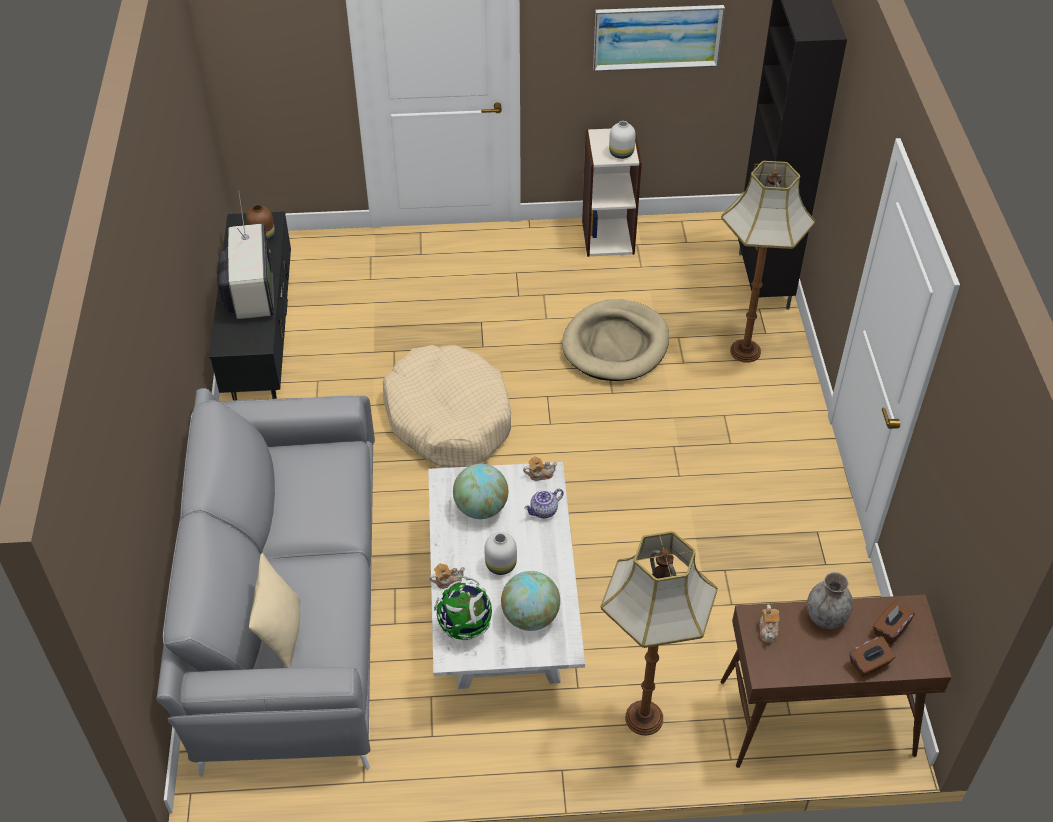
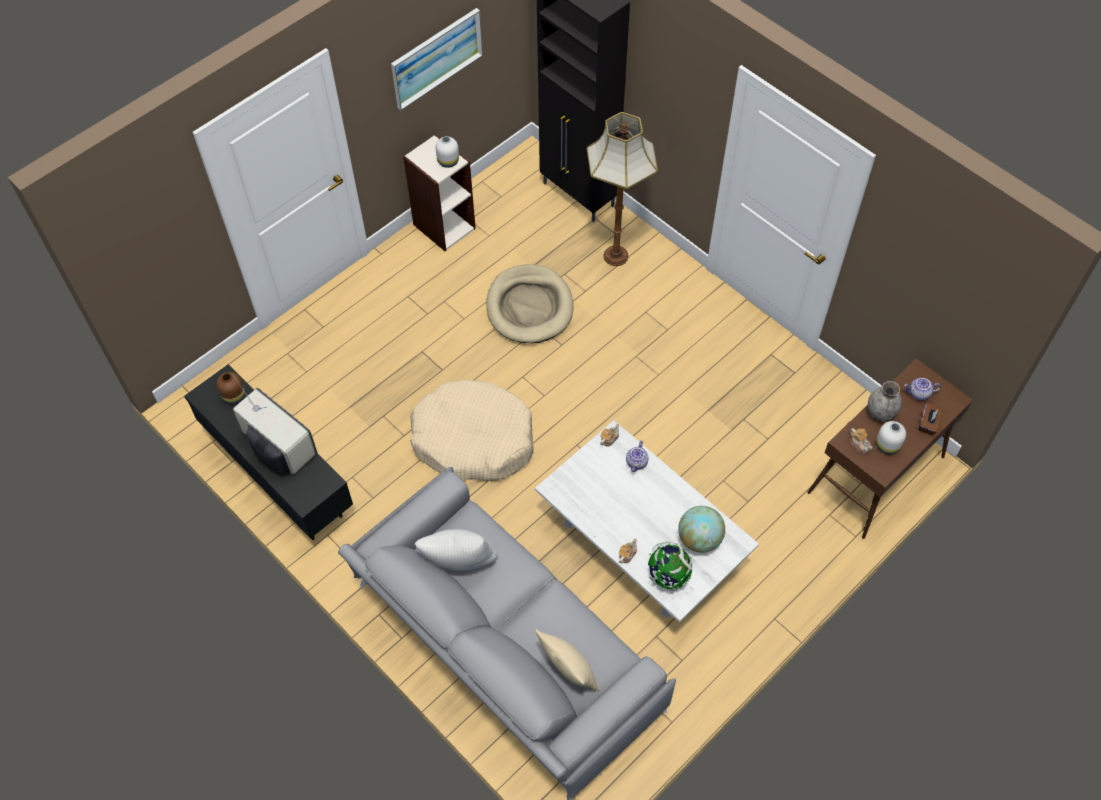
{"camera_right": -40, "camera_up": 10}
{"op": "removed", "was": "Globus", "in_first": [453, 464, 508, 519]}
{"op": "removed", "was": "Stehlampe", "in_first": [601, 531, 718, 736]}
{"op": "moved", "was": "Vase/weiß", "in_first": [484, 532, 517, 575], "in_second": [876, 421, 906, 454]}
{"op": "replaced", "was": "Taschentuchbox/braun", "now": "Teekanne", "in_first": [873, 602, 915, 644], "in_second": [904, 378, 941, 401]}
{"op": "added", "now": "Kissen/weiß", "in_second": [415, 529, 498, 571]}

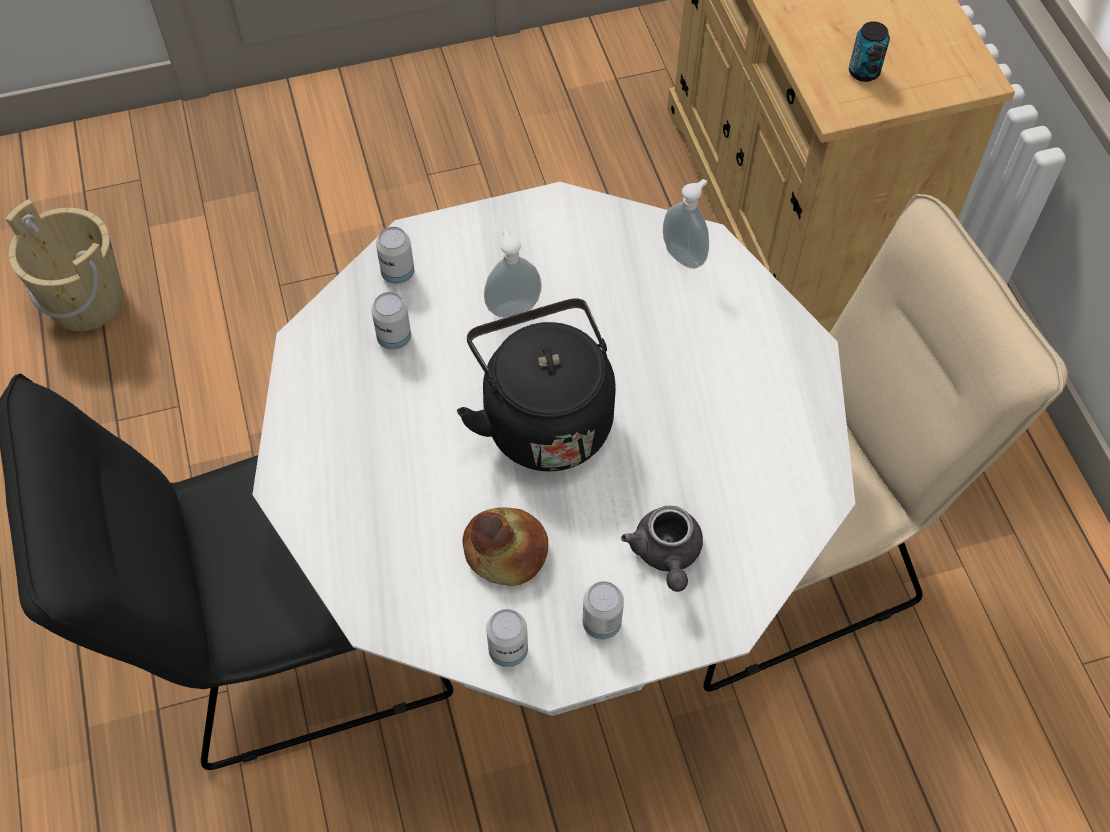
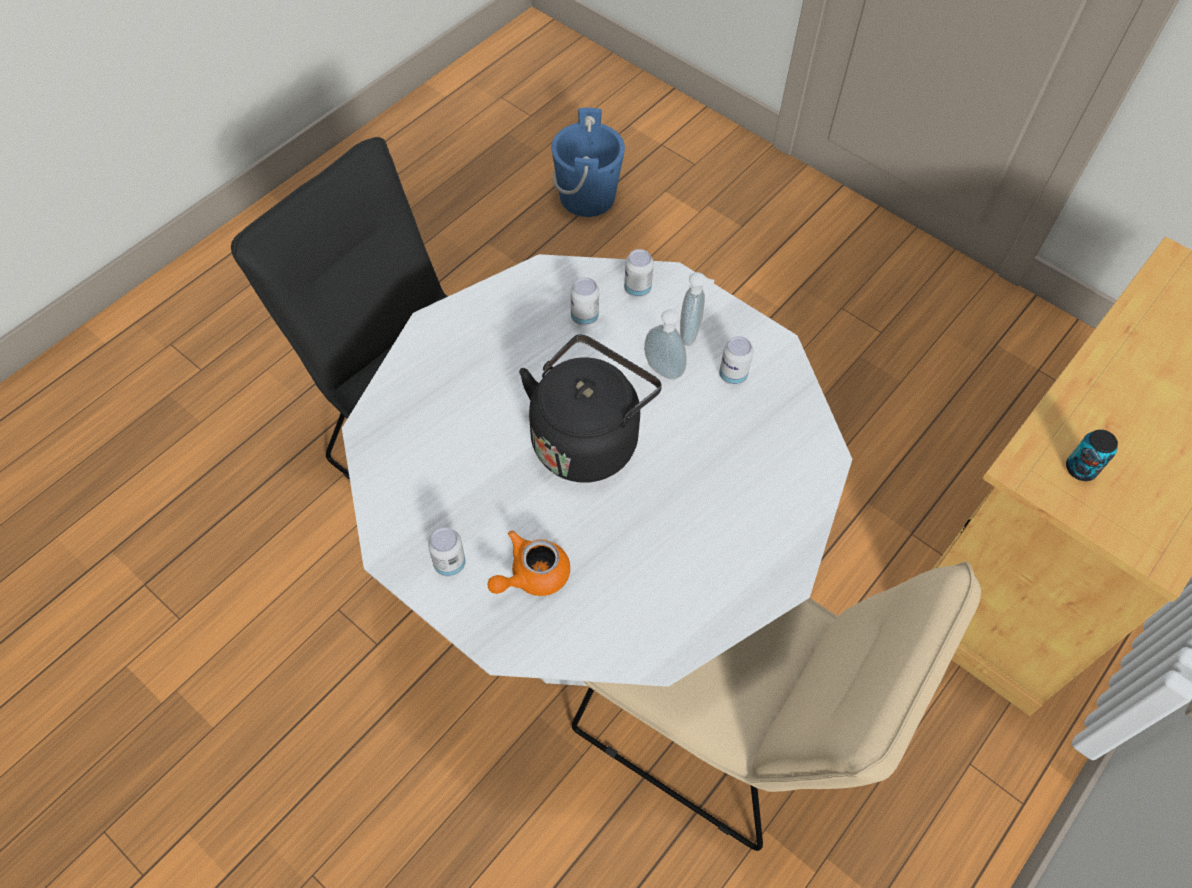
{"camera_right": 55, "camera_up": 0}
{"op": "moved", "was": "Seifenspender", "in_first": [663, 179, 709, 269], "in_second": [680, 272, 714, 346]}
{"op": "recoloured", "was": "Eimer/beige", "now": "Eimer/blau", "in_first": [5, 199, 124, 331], "in_second": [551, 108, 625, 217]}
{"op": "recoloured", "was": "Teekanne/grau", "now": "Teekanne/orange", "in_first": [621, 506, 703, 592], "in_second": [488, 530, 570, 596]}
{"op": "removed", "was": "Brot", "in_first": [463, 507, 548, 586]}
{"op": "moved", "was": "Dose", "in_first": [486, 609, 528, 667], "in_second": [719, 336, 753, 385]}

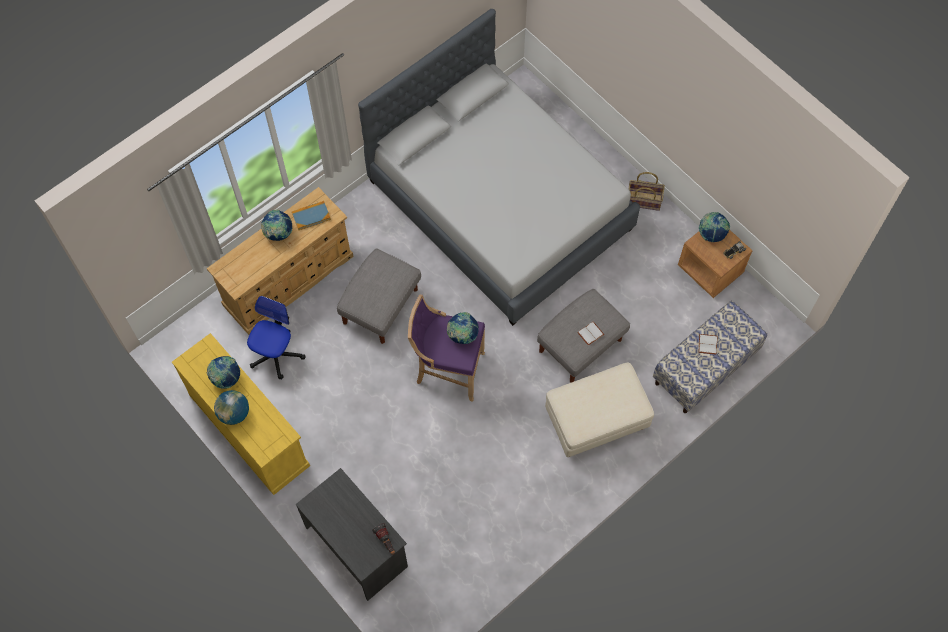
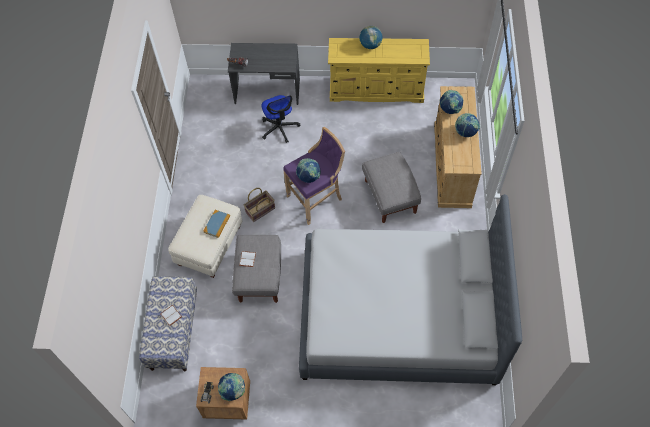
{"camera_right": 135, "camera_up": -5}
{"op": "moved", "was": "Korb", "in_first": [629, 172, 665, 211], "in_second": [244, 188, 275, 222]}
{"op": "moved", "was": "Buch", "in_first": [292, 201, 331, 230], "in_second": [204, 210, 230, 238]}
{"op": "moved", "was": "Bürostuhl", "in_first": [247, 296, 306, 380], "in_second": [262, 95, 300, 143]}
{"op": "moved", "was": "Globus", "in_first": [206, 356, 240, 389], "in_second": [440, 90, 464, 114]}

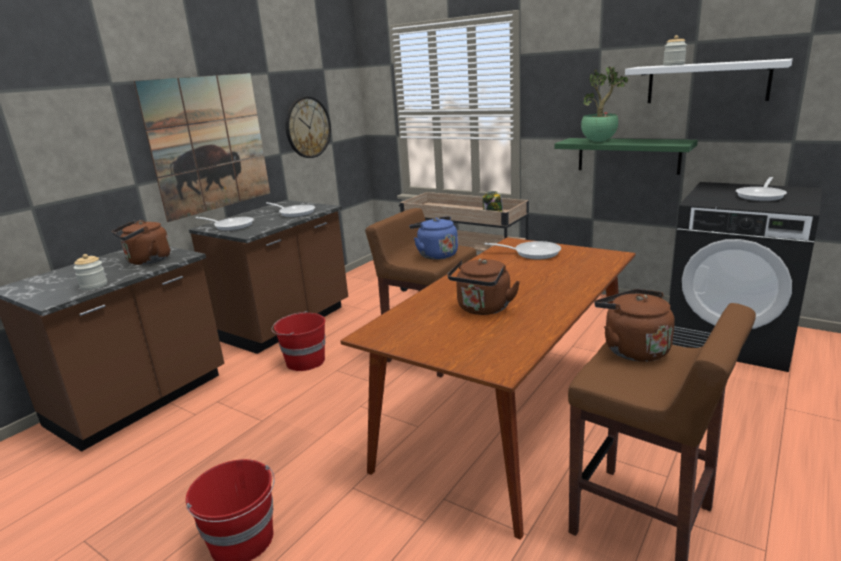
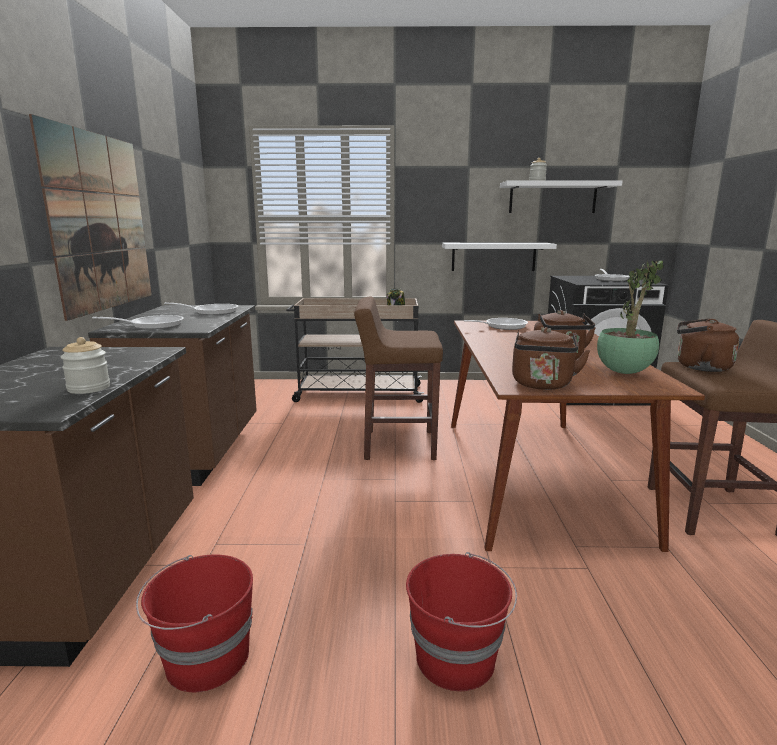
{"camera_right": -35, "camera_up": -5}
{"op": "moved", "was": "Topfpflanze", "in_first": [581, 66, 628, 142], "in_second": [597, 260, 664, 374]}
{"op": "removed", "was": "Wanduhr", "in_first": [286, 97, 331, 158]}
{"op": "recoloured", "was": "Wandregal/grün", "now": "Wandregal/weiß", "in_first": [554, 138, 698, 175], "in_second": [442, 243, 557, 271]}
{"op": "removed", "was": "Wasserkessel/blau", "in_first": [409, 216, 458, 260]}
{"op": "moved", "was": "Wasserkessel/braun", "in_first": [112, 220, 170, 265], "in_second": [512, 327, 590, 390]}
{"op": "moved", "was": "Eimer/rot", "in_first": [272, 311, 326, 371], "in_second": [136, 554, 253, 692]}

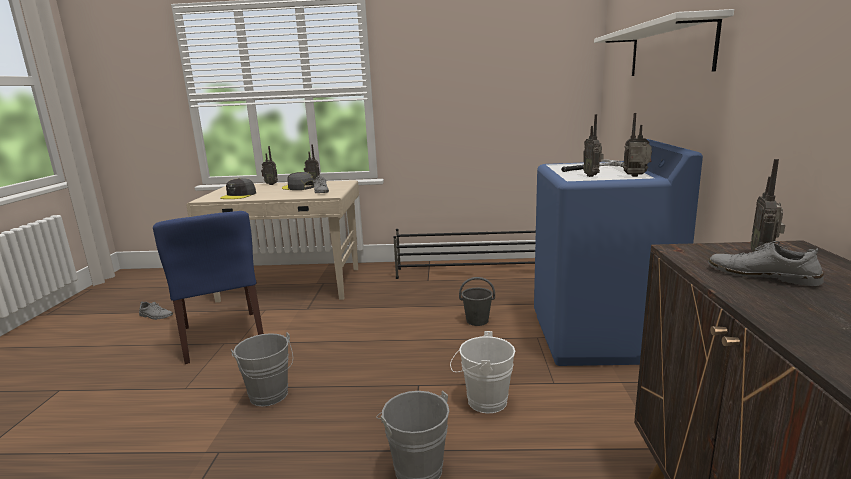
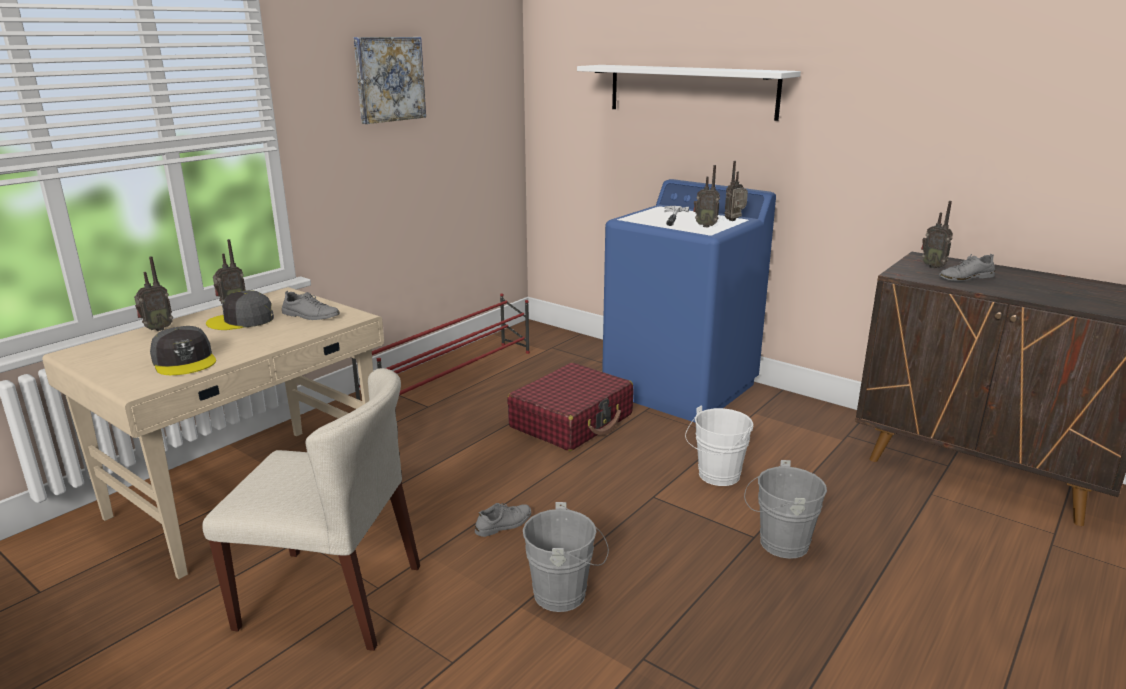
{"camera_right": -55, "camera_up": 5}
{"op": "recoloured", "was": "Stuhl/blau", "now": "Stuhl/beige", "in_first": [153, 211, 264, 364], "in_second": [202, 368, 420, 651]}
{"op": "recoloured", "was": "Schuhregal/schwarz", "now": "Schuhregal/rot", "in_first": [393, 229, 536, 279], "in_second": [352, 293, 530, 400]}
{"op": "replaced", "was": "Eimer/grau", "now": "Koffer/rot", "in_first": [459, 277, 495, 326], "in_second": [507, 363, 633, 451]}
{"op": "moved", "was": "Schuh/grau", "in_first": [139, 301, 173, 320], "in_second": [475, 503, 531, 537]}
{"op": "added", "now": "Bild", "in_second": [354, 37, 426, 124]}

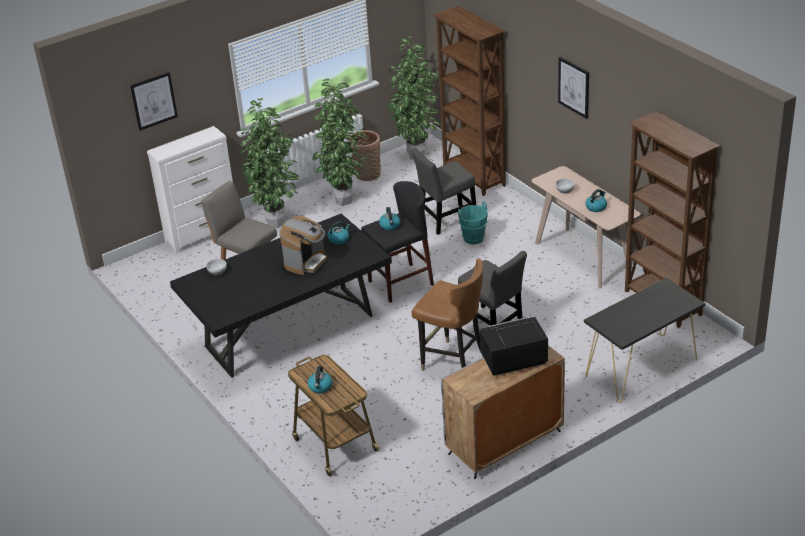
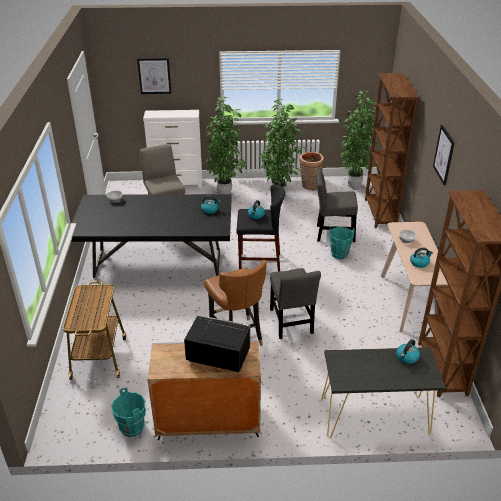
{"camera_right": 30, "camera_up": 0}
{"op": "removed", "was": "Kaffeemaschine", "in_first": [280, 216, 327, 275]}
{"op": "moved", "was": "Wasserkessel", "in_first": [308, 366, 333, 393], "in_second": [396, 339, 420, 364]}
{"op": "added", "now": "Eimer/türkis", "in_second": [111, 387, 146, 437]}

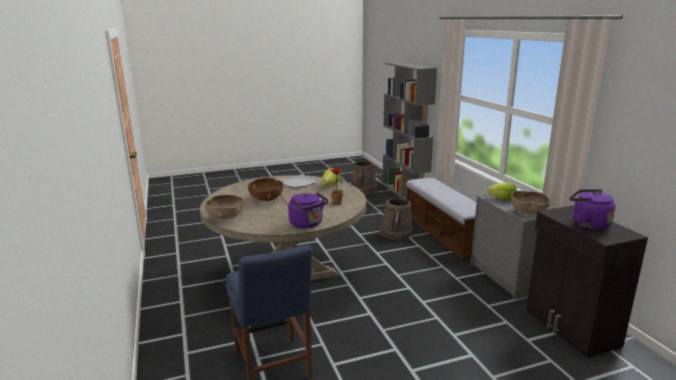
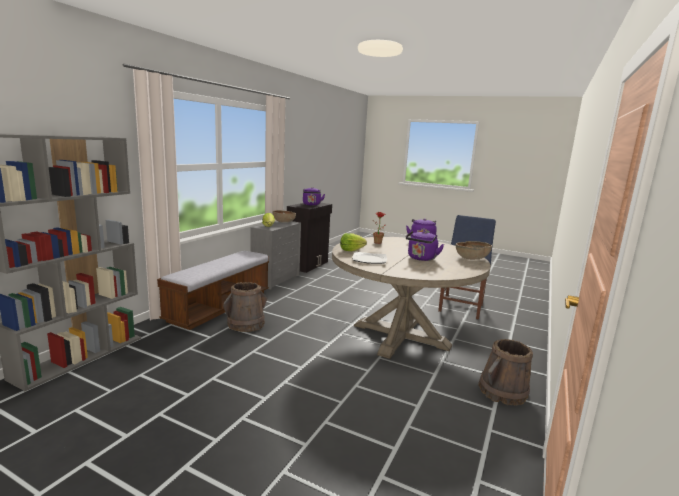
{"camera_right": -135, "camera_up": -5}
{"op": "moved", "was": "Eimer/braun", "in_first": [352, 161, 377, 194], "in_second": [478, 339, 533, 405]}
{"op": "replaced", "was": "Schüssel/braun", "now": "Wasserkessel/lila", "in_first": [248, 178, 283, 201], "in_second": [406, 231, 444, 261]}

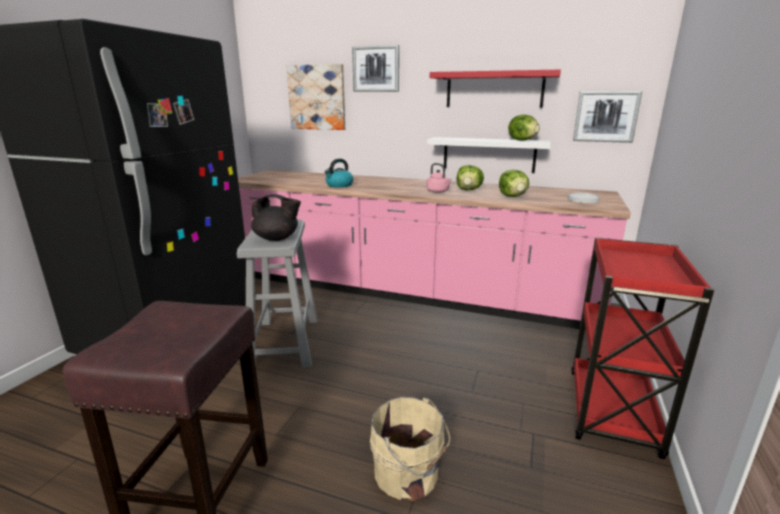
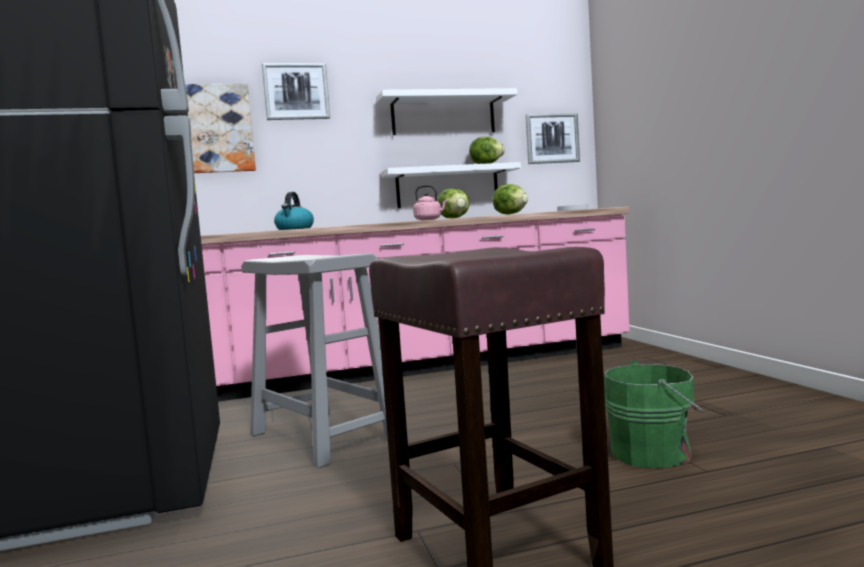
{"camera_right": -35, "camera_up": -15}
{"op": "recoloured", "was": "Wandregal/rot", "now": "Wandregal/weiß", "in_first": [430, 70, 561, 108], "in_second": [376, 88, 517, 135]}
{"op": "removed", "was": "Teekanne/schwarz", "in_first": [251, 194, 301, 241]}
{"op": "removed", "was": "Rollwagen/rot", "in_first": [571, 237, 714, 459]}
{"op": "recoloured", "was": "Eimer/beige", "now": "Eimer/grün", "in_first": [370, 397, 450, 501], "in_second": [604, 360, 704, 468]}

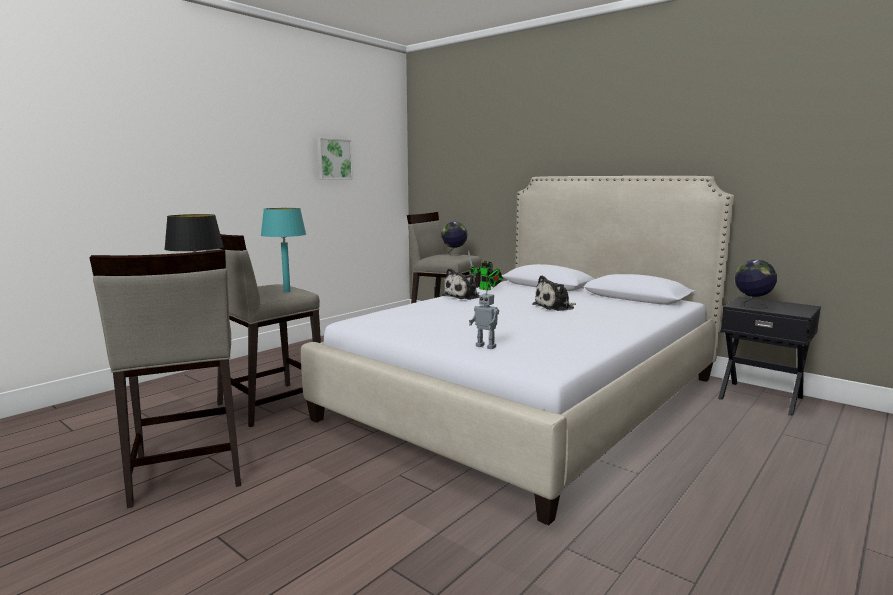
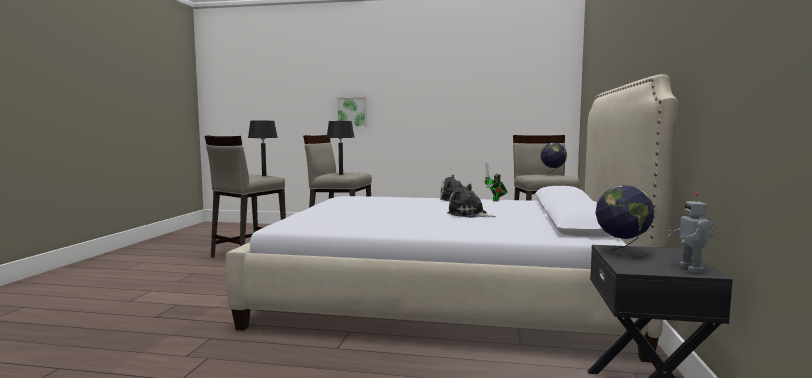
{"camera_right": 60, "camera_up": -5}
{"op": "moved", "was": "Bild", "in_first": [317, 138, 353, 179], "in_second": [337, 97, 367, 128]}
{"op": "recoloured", "was": "Tischlampe/türkis", "now": "Tischlampe/schwarz", "in_first": [261, 208, 306, 292], "in_second": [326, 121, 355, 175]}
{"op": "moved", "was": "Spielzeugroboter", "in_first": [469, 288, 499, 349], "in_second": [668, 193, 716, 273]}

